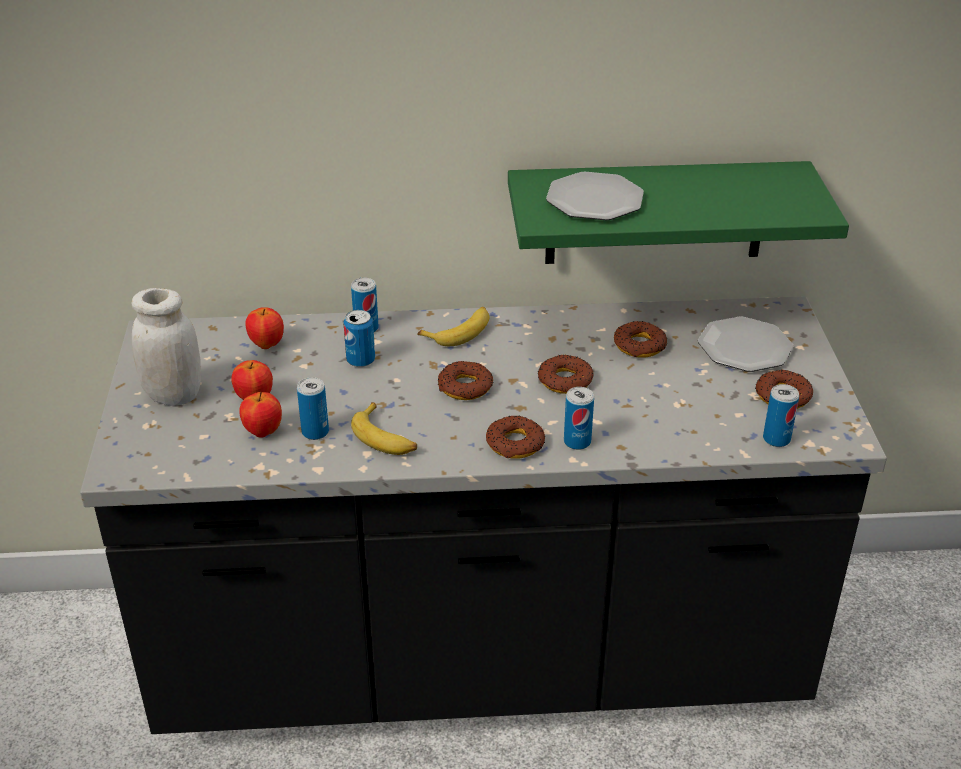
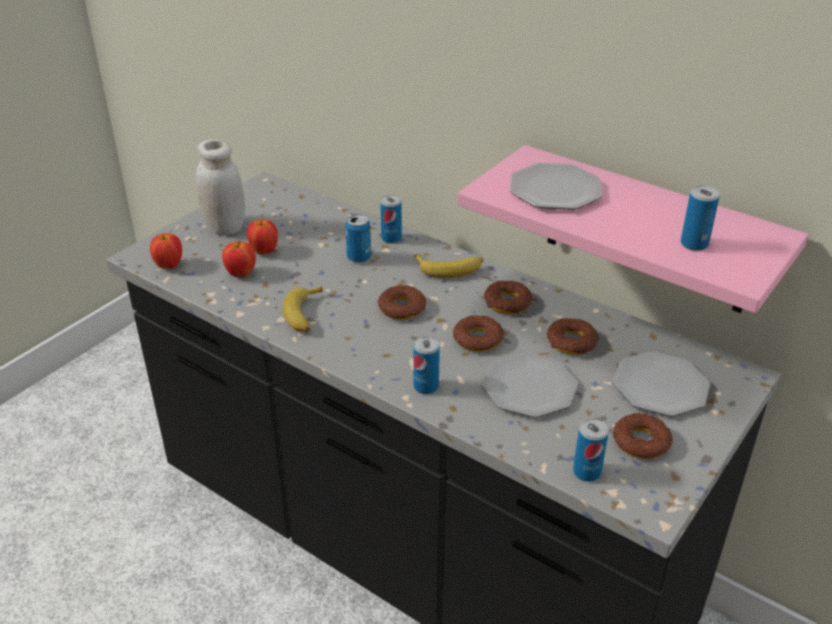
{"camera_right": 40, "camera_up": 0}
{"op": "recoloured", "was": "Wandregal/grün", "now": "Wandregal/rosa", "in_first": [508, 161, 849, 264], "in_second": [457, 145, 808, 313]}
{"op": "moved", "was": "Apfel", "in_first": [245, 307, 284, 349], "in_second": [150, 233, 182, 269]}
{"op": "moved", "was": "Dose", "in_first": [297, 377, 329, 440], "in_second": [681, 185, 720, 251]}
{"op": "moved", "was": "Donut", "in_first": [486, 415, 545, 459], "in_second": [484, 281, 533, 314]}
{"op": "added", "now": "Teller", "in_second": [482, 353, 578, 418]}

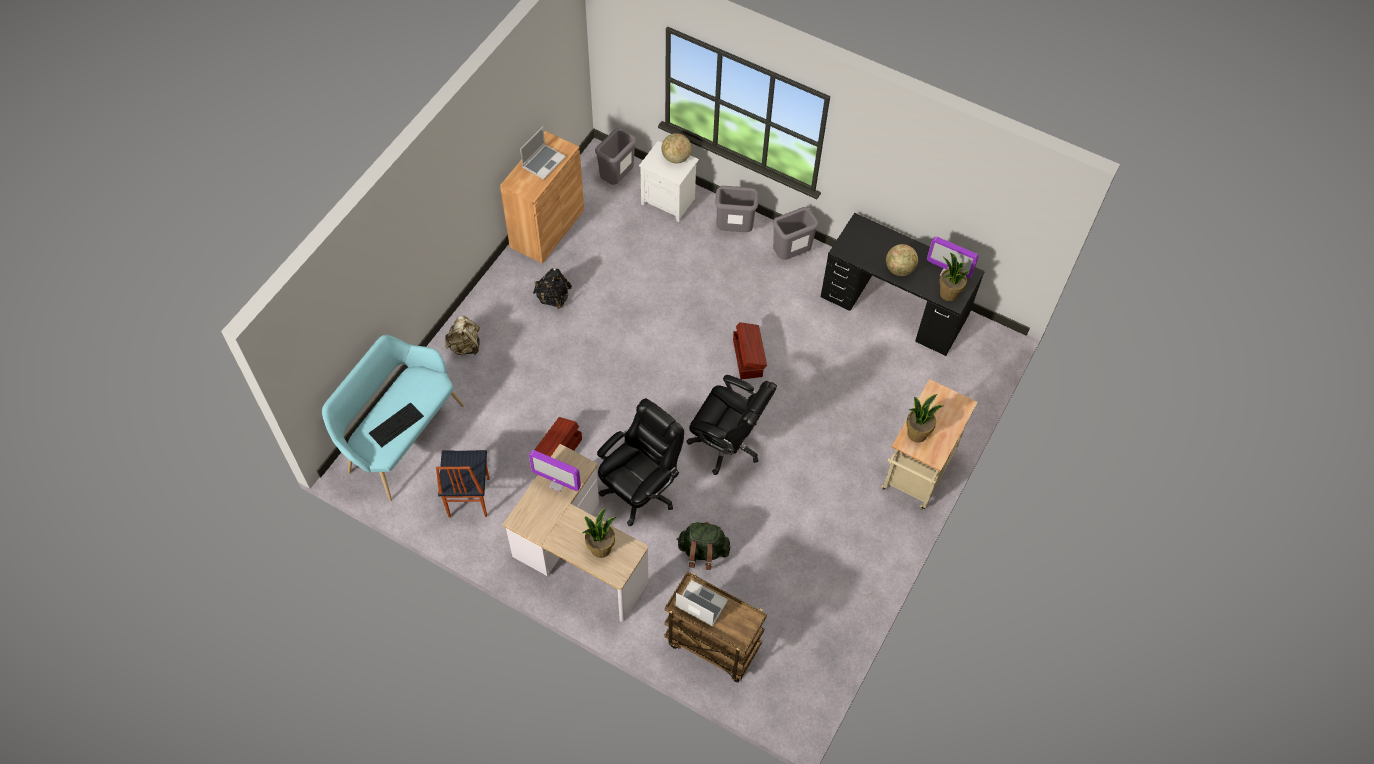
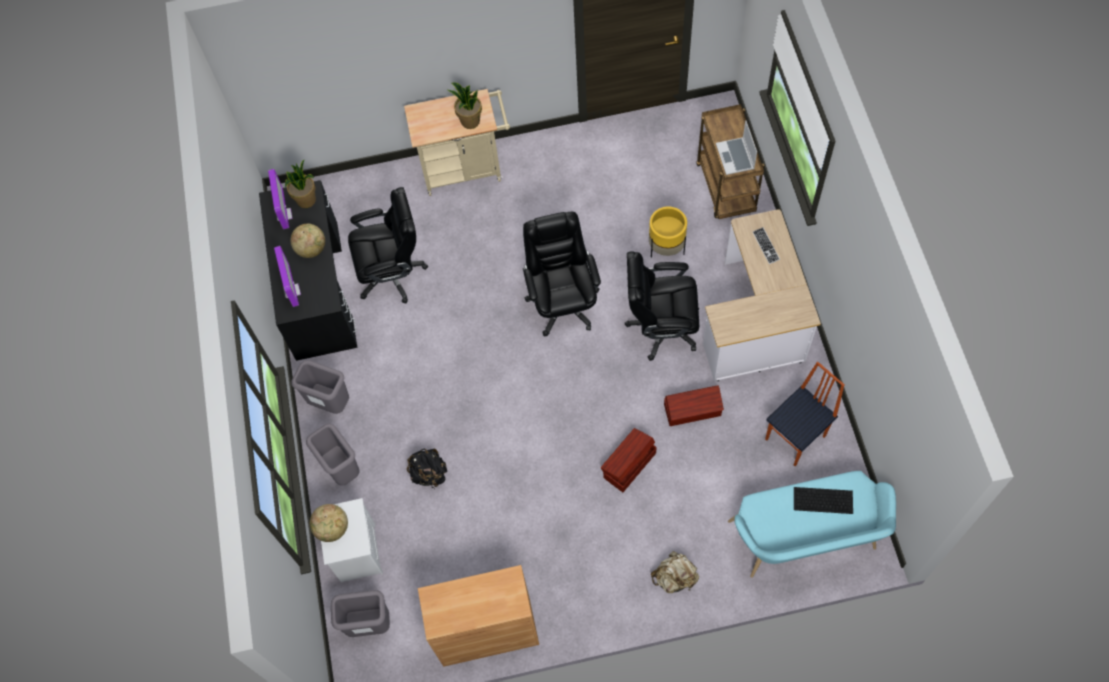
{"camera_right": -125, "camera_up": 5}
{"op": "removed", "was": "Laptop", "in_first": [520, 127, 566, 180]}
{"op": "moved", "was": "Rucksack/schwarz", "in_first": [533, 268, 572, 309], "in_second": [407, 448, 447, 488]}
{"op": "moved", "was": "Aufbewahrungsbox/braun", "in_first": [733, 322, 767, 379], "in_second": [601, 428, 657, 492]}
{"op": "moved", "was": "Monitor", "in_first": [529, 450, 581, 492], "in_second": [274, 246, 301, 307]}
{"op": "replaced", "was": "Topfpflanze", "now": "Tastatur", "in_first": [583, 508, 616, 558], "in_second": [753, 227, 780, 264]}
{"op": "replaced", "was": "Rucksack/grün", "now": "Pflanzkübel/gelb", "in_first": [676, 522, 731, 570], "in_second": [649, 206, 687, 258]}
{"op": "added", "now": "Bürostuhl/schwarz", "in_second": [348, 187, 428, 303]}

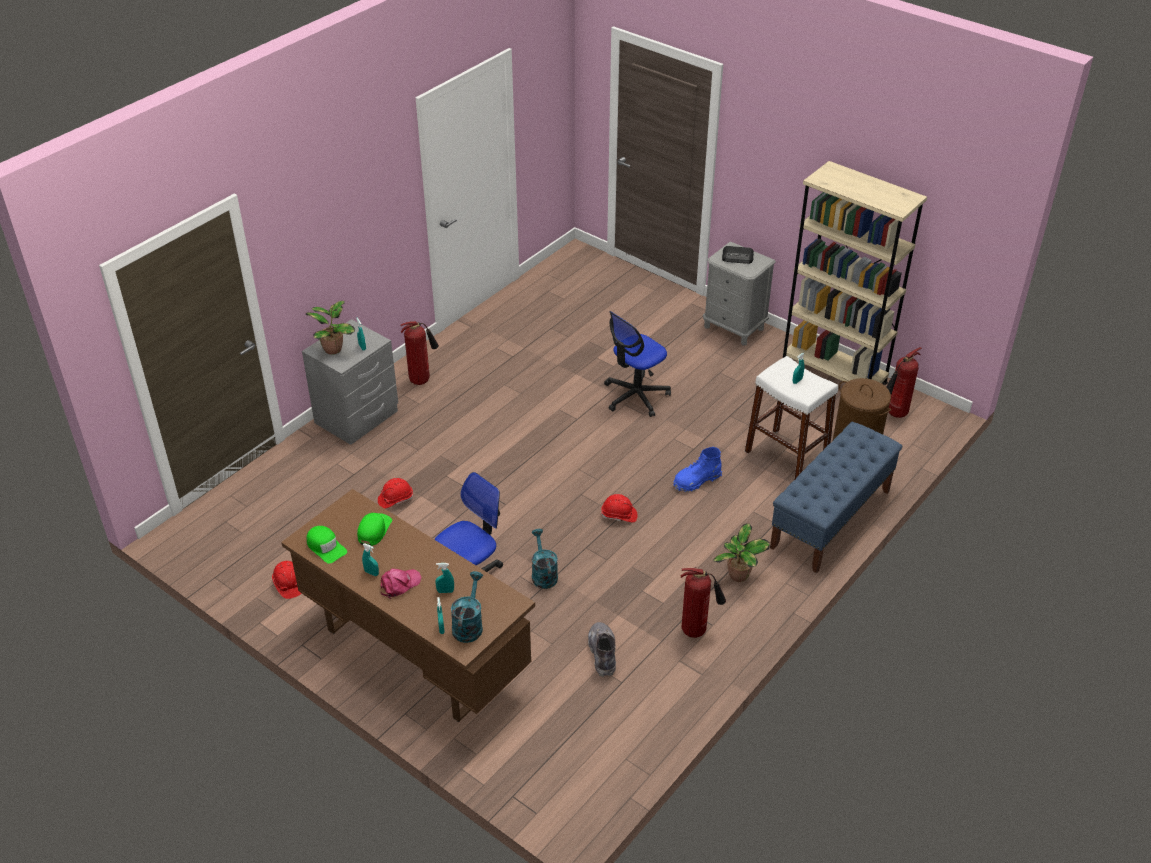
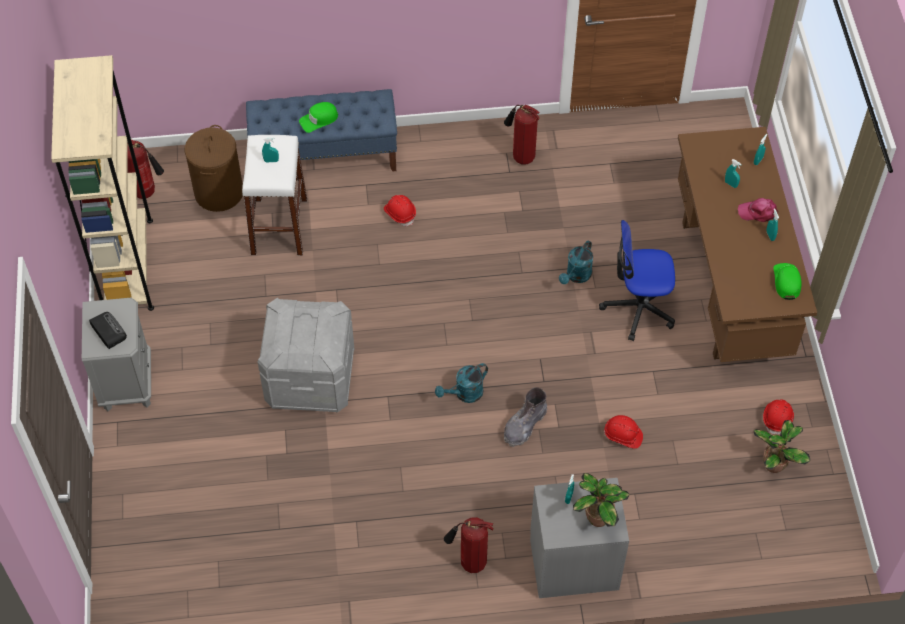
{"camera_right": -135, "camera_up": 15}
{"op": "replaced", "was": "Bürostuhl", "now": "Aufbewahrungsbox/grau", "in_first": [604, 311, 671, 417], "in_second": [258, 298, 354, 413]}
{"op": "removed", "was": "Stiefel/blau", "in_first": [673, 447, 722, 492]}
{"op": "moved", "was": "Schutzhelm/rot", "in_first": [601, 494, 638, 522], "in_second": [384, 195, 416, 226]}
{"op": "moved", "was": "Kappe/grün", "in_first": [357, 513, 392, 546], "in_second": [299, 102, 338, 133]}
{"op": "moved", "was": "Topfpflanze", "in_first": [714, 523, 770, 582], "in_second": [753, 420, 810, 473]}
{"op": "moved", "was": "Gießkanne/türkis", "in_first": [451, 571, 483, 643], "in_second": [435, 363, 488, 403]}
{"op": "moved", "was": "Stiefel/grau", "in_first": [588, 622, 616, 677], "in_second": [504, 387, 547, 447]}

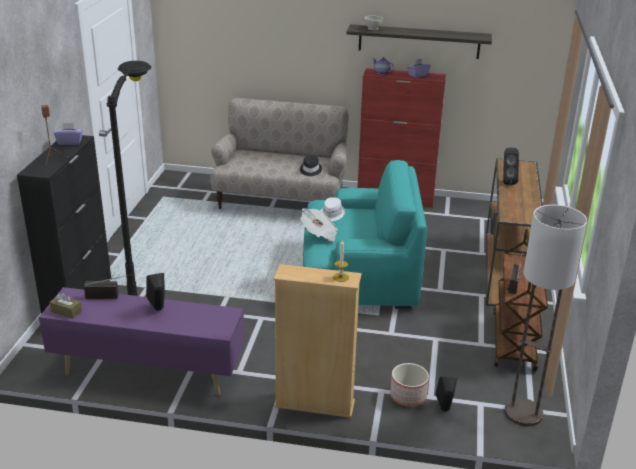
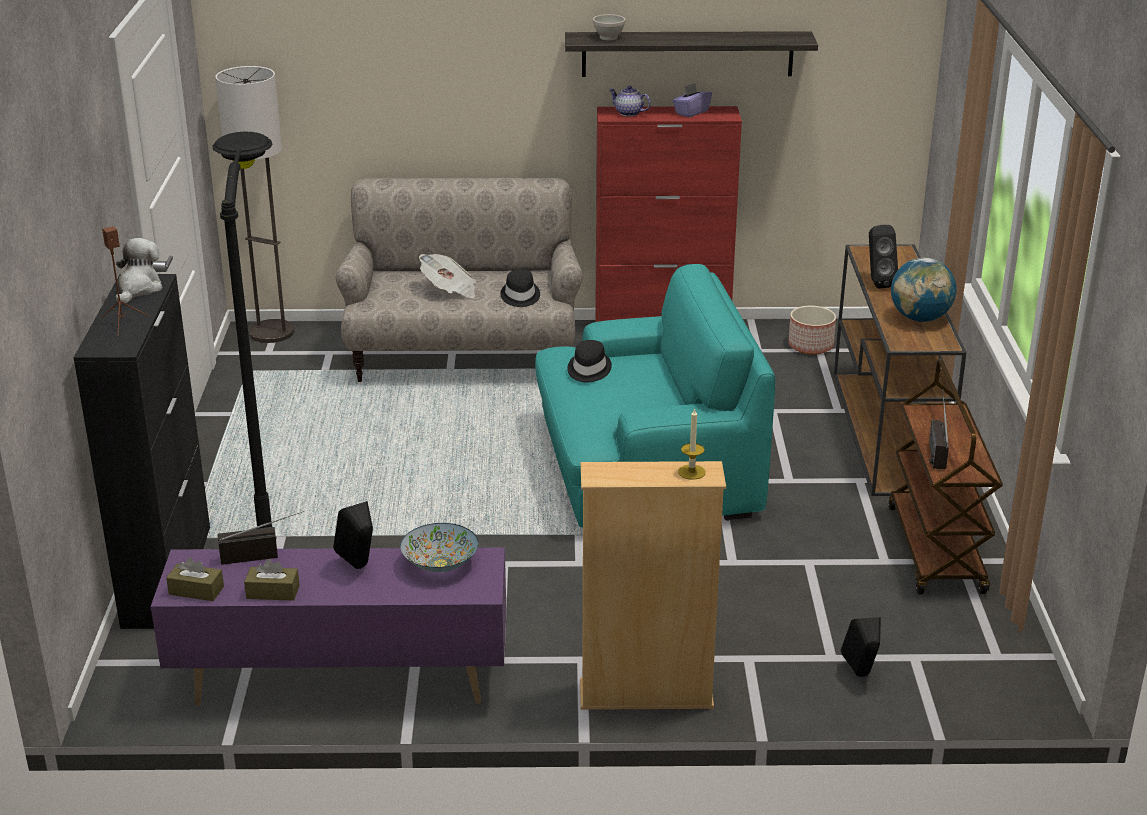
{"camera_right": -10, "camera_up": 0}
{"op": "replaced", "was": "Taschentuchbox/lila", "now": "Plüschtier", "in_first": [54, 123, 83, 145], "in_second": [116, 238, 163, 304]}
{"op": "recoloured", "was": "Hut/weiß", "now": "Hut/schwarz", "in_first": [321, 197, 345, 221], "in_second": [567, 340, 612, 382]}
{"op": "moved", "was": "Stehlampe", "in_first": [505, 205, 587, 426], "in_second": [215, 66, 294, 343]}
{"op": "moved", "was": "Zeitung", "in_first": [301, 208, 338, 242], "in_second": [419, 254, 477, 298]}
{"op": "moved", "was": "Pflanzkübel", "in_first": [390, 363, 429, 407], "in_second": [788, 306, 836, 355]}
{"op": "added", "now": "Globus", "in_second": [891, 257, 957, 322]}
{"op": "added", "now": "Schüssel", "in_second": [400, 523, 479, 573]}
{"op": "added", "now": "Taschentuchbox/braun", "in_second": [244, 559, 300, 601]}

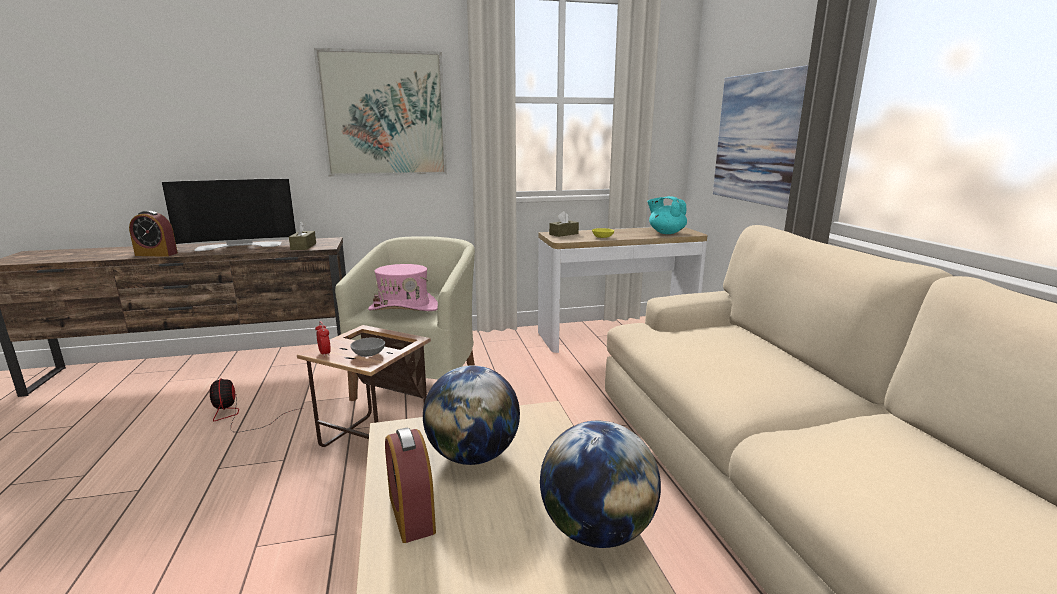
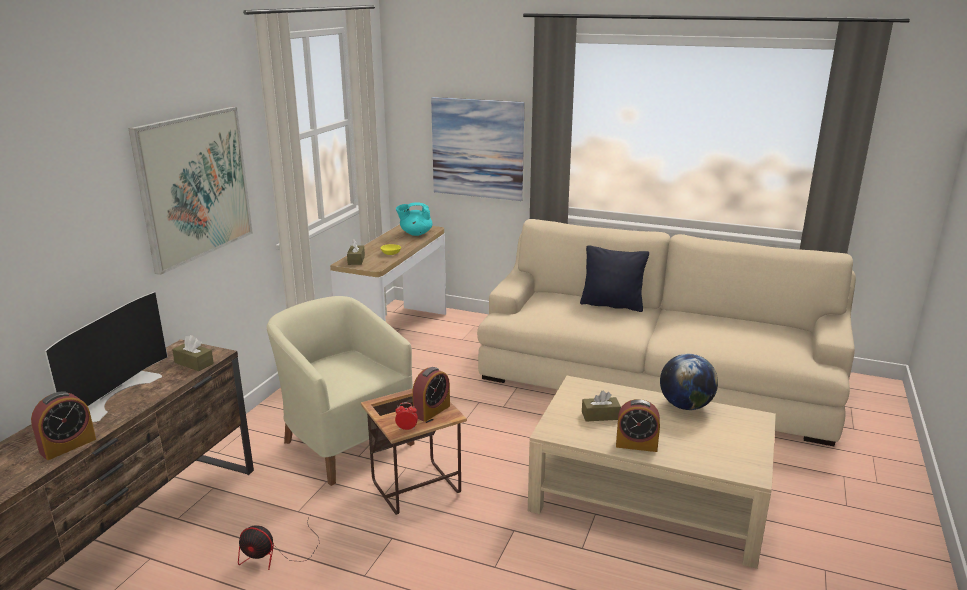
{"camera_right": -55, "camera_up": 5}
{"op": "removed", "was": "Hut/rosa", "in_first": [368, 264, 438, 311]}
{"op": "replaced", "was": "Schüssel/grau", "now": "Wecker", "in_first": [350, 338, 385, 357], "in_second": [412, 367, 450, 422]}
{"op": "replaced", "was": "Globus", "now": "Taschentuchbox/braun", "in_first": [423, 365, 520, 465], "in_second": [582, 390, 621, 422]}
{"op": "added", "now": "Kissen/schwarz", "in_second": [580, 245, 649, 312]}

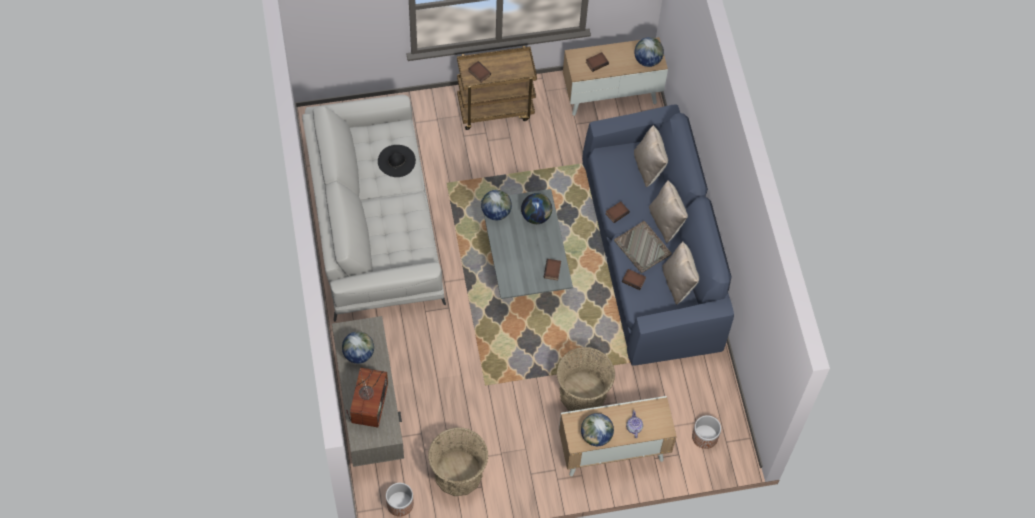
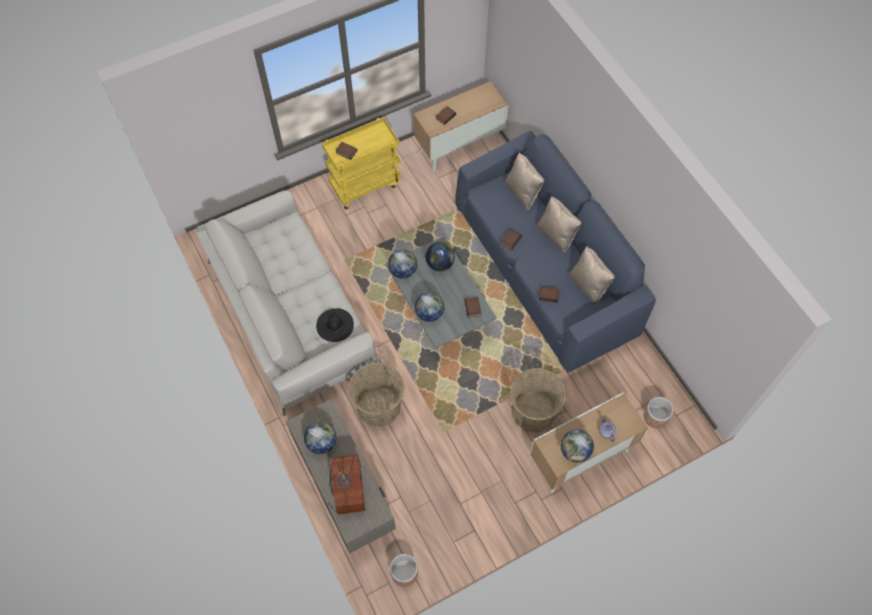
{"camera_right": -15, "camera_up": 0}
{"op": "moved", "was": "Globus", "in_first": [634, 37, 664, 67], "in_second": [415, 292, 444, 322]}
{"op": "recoloured", "was": "Rollwagen/braun", "now": "Rollwagen/gelb", "in_first": [457, 46, 537, 130], "in_second": [322, 117, 401, 209]}
{"op": "moved", "was": "Hut/schwarz", "in_first": [378, 145, 416, 177], "in_second": [316, 308, 354, 342]}
{"op": "removed", "was": "Tablett/grau", "in_first": [614, 221, 672, 273]}
{"op": "moved", "was": "Korb", "in_first": [428, 427, 488, 496], "in_second": [348, 362, 404, 427]}

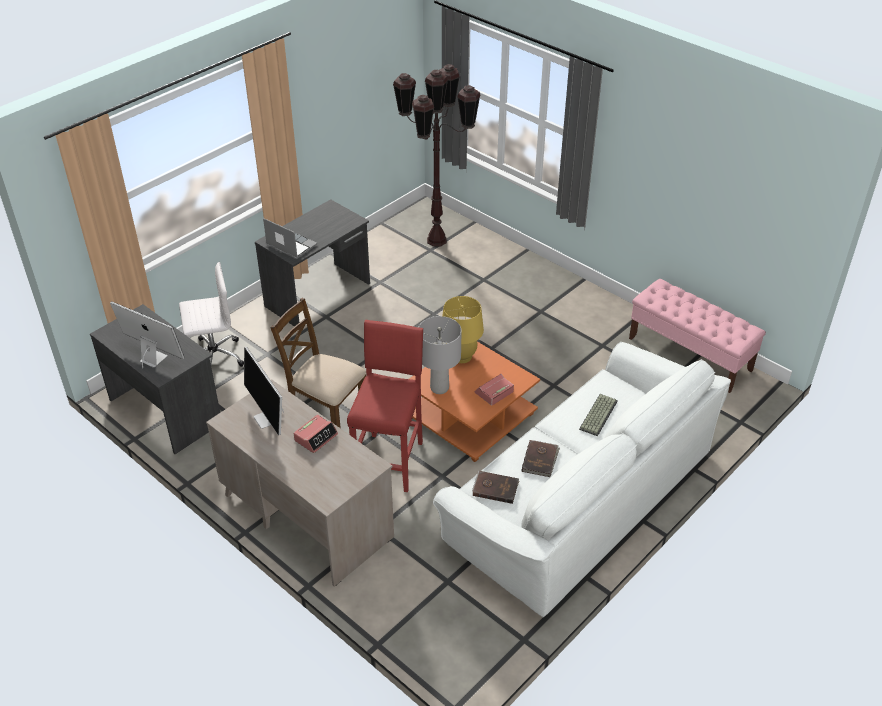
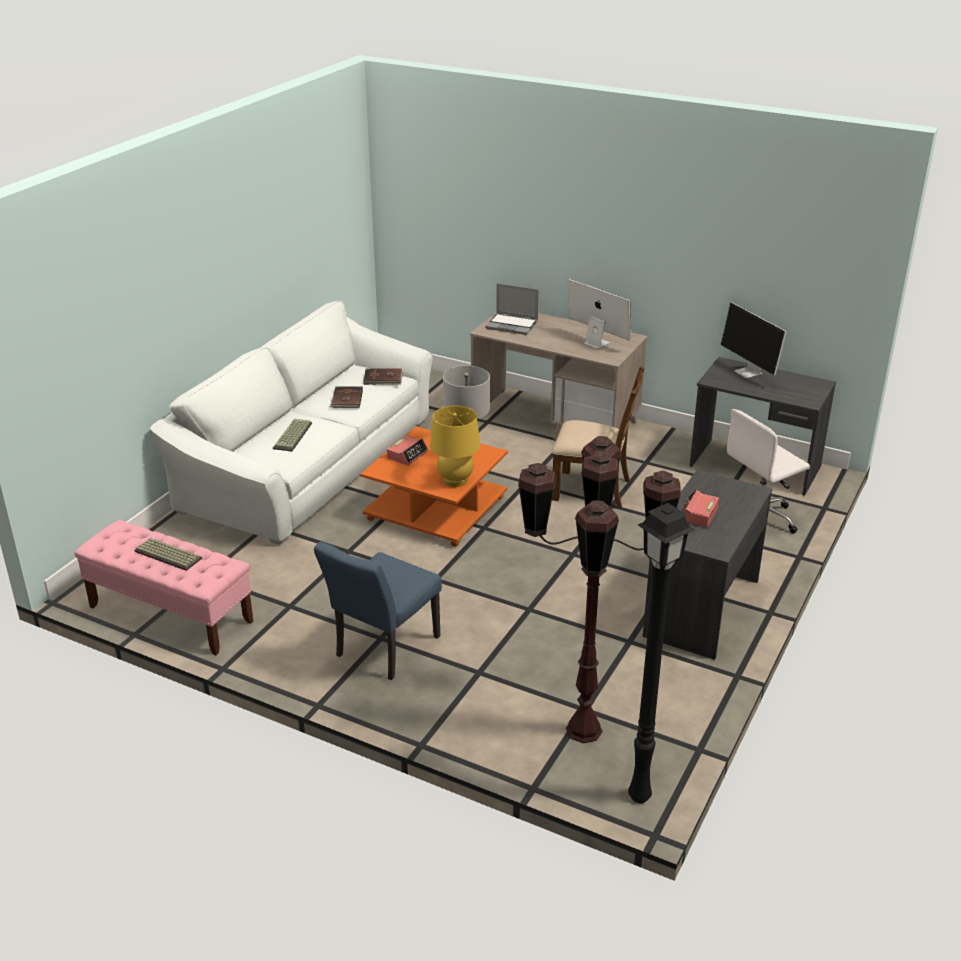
{"camera_right": 165, "camera_up": -10}
{"op": "moved", "was": "Laptop", "in_first": [263, 218, 317, 259], "in_second": [485, 283, 539, 335]}
{"op": "turned", "was": "Monitor", "in_first": [110, 301, 185, 369], "in_second": [721, 302, 787, 378], "clockwise": 45}
{"op": "removed", "was": "Hocker/rot", "in_first": [347, 320, 423, 492]}
{"op": "moved", "was": "Wecker", "in_first": [294, 415, 338, 453], "in_second": [681, 490, 719, 527]}
{"op": "added", "now": "Stehlampe/schwarz", "in_second": [628, 503, 695, 803]}
{"op": "added", "now": "Tastatur", "in_second": [134, 538, 202, 571]}
{"op": "added", "now": "Stuhl/blau", "in_second": [314, 542, 442, 680]}

